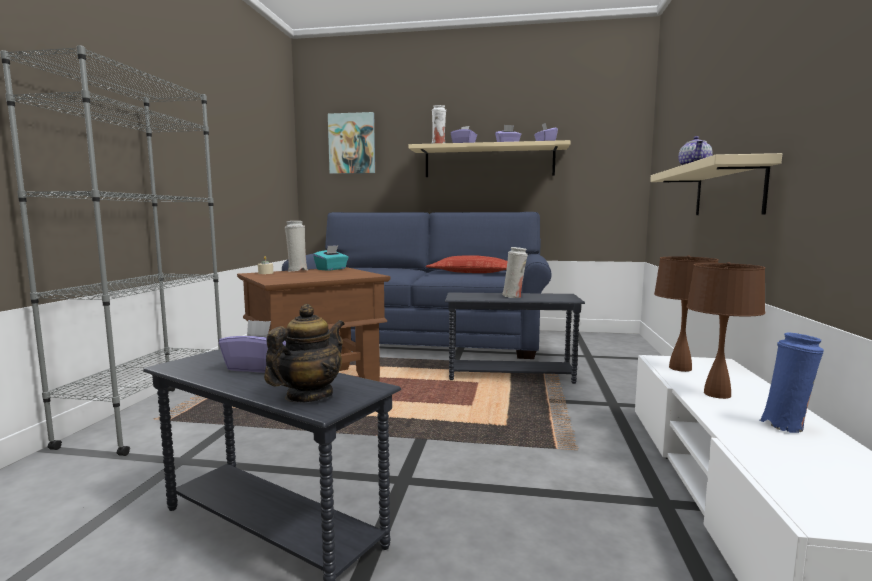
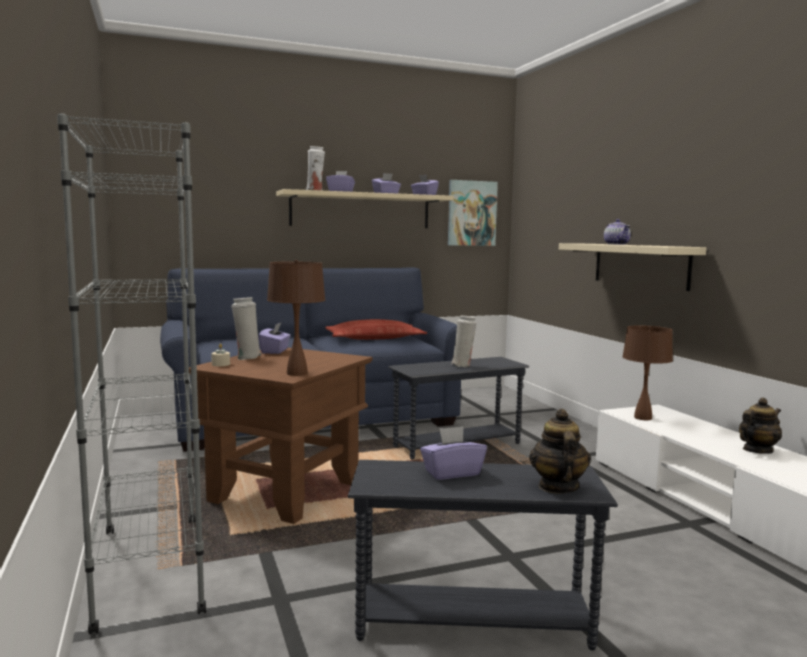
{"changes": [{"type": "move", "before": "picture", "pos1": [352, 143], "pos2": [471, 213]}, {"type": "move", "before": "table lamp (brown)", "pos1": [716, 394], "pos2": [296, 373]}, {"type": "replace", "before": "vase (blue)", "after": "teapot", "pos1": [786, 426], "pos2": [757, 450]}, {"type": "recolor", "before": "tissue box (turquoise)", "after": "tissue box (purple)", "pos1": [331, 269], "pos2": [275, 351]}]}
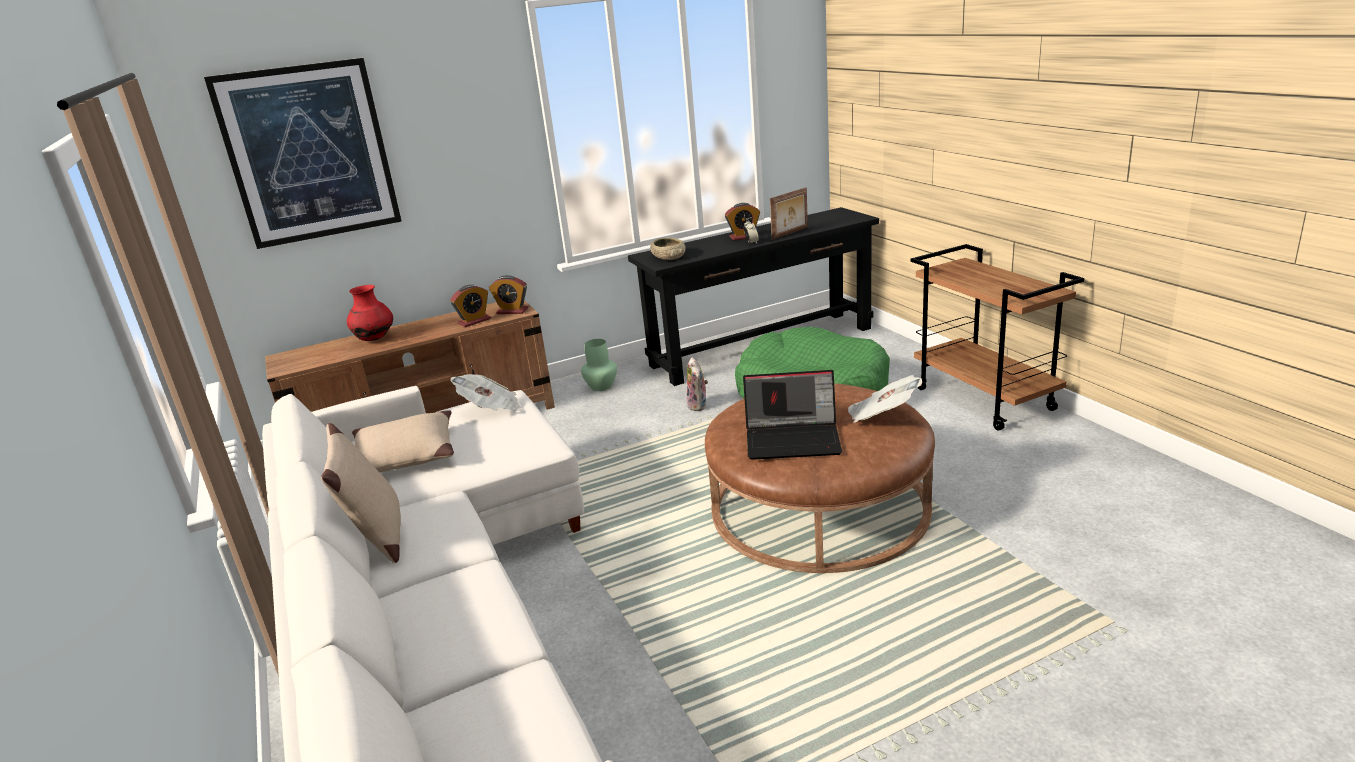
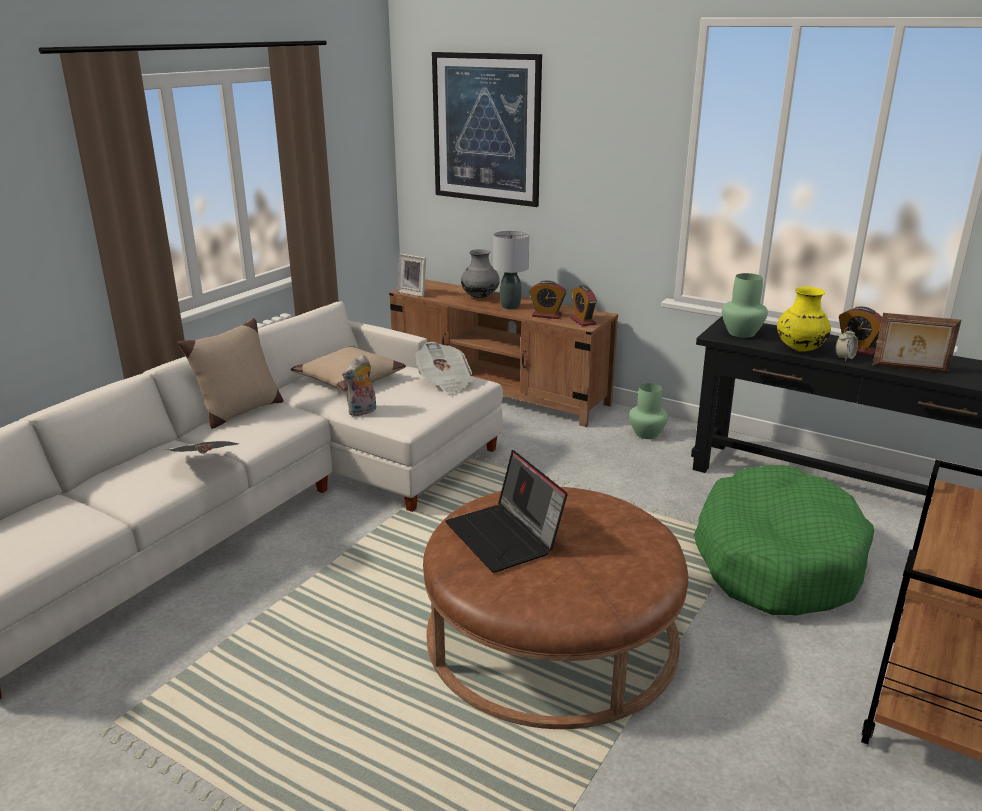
{"changes": [{"type": "insert", "after": "picture frame", "pos2": [414, 293]}, {"type": "insert", "after": "table lamp (grey)", "pos2": [510, 306]}, {"type": "insert", "after": "vase (yellow)", "pos2": [799, 349]}, {"type": "move", "before": "plush toy", "pos1": [699, 406], "pos2": [362, 412]}, {"type": "move", "before": "newspaper", "pos1": [882, 416], "pos2": [206, 463]}, {"type": "replace", "before": "bowl (beige)", "after": "vase (green)", "pos1": [669, 257], "pos2": [741, 333]}, {"type": "recolor", "before": "vase (red)", "after": "vase (grey)", "pos1": [375, 339], "pos2": [480, 297]}]}
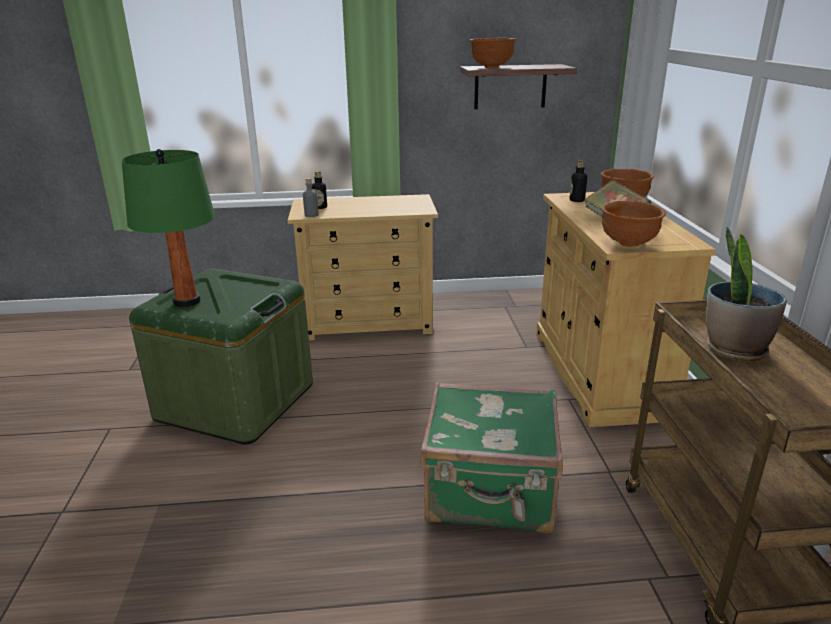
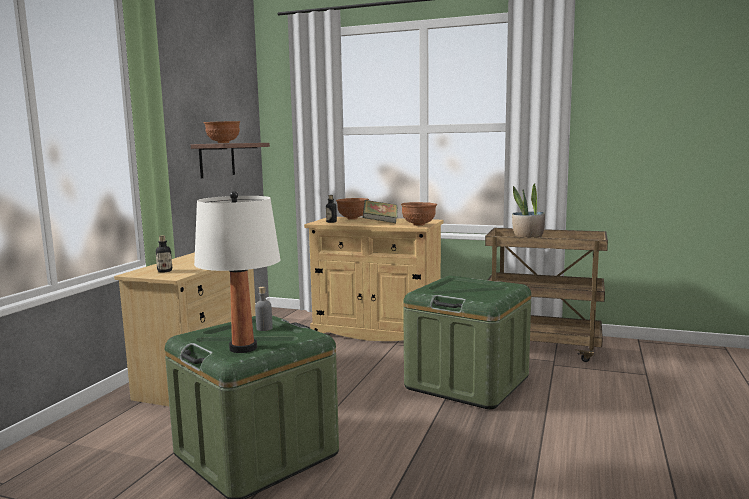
{"changes": [{"type": "move", "before": "bottle (grey)", "pos1": [311, 215], "pos2": [264, 328]}, {"type": "replace", "before": "suitcase (green)", "after": "storage box (green)", "pos1": [490, 493], "pos2": [467, 382]}, {"type": "recolor", "before": "table lamp (green)", "after": "table lamp (white)", "pos1": [187, 301], "pos2": [243, 348]}]}
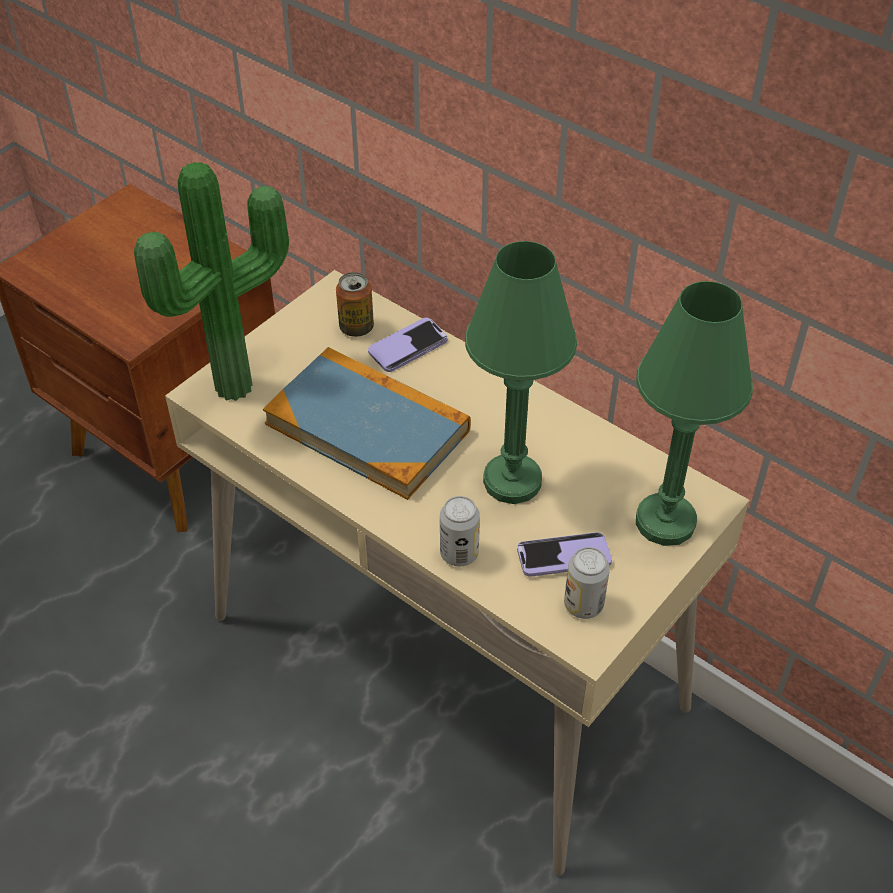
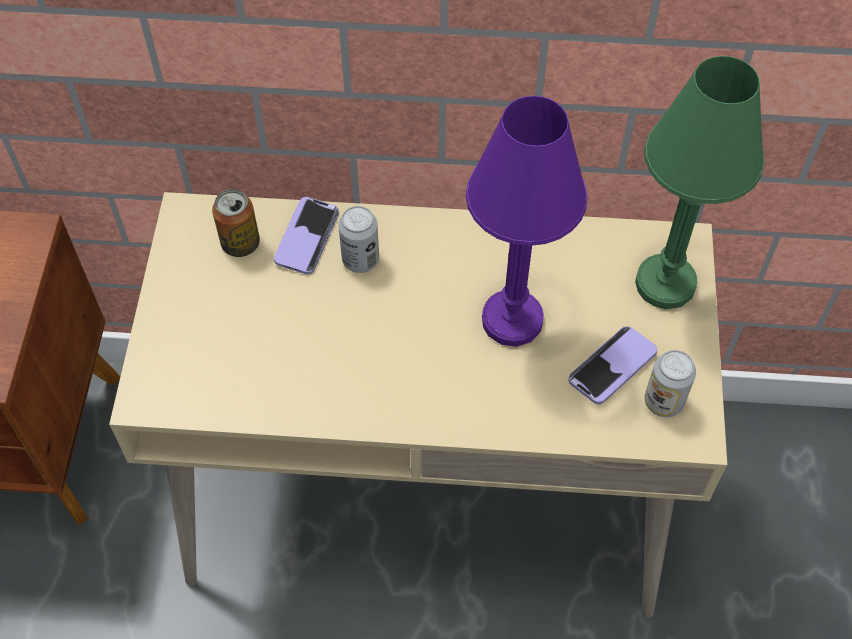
{"changes": [{"type": "delete", "before": "potted plant", "pos1": [239, 390]}, {"type": "delete", "before": "book", "pos1": [367, 427]}, {"type": "move", "before": "can", "pos1": [459, 553], "pos2": [360, 260]}, {"type": "recolor", "before": "table lamp (green)", "after": "table lamp (purple)", "pos1": [512, 481], "pos2": [512, 320]}]}
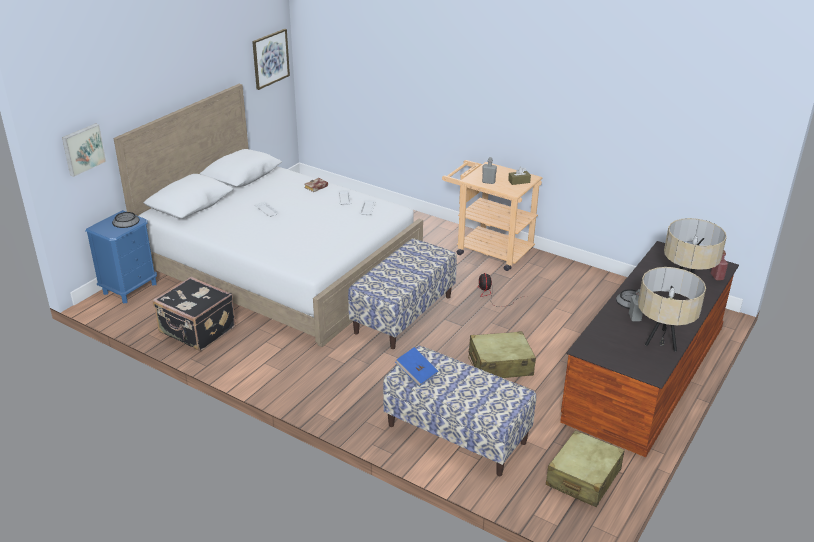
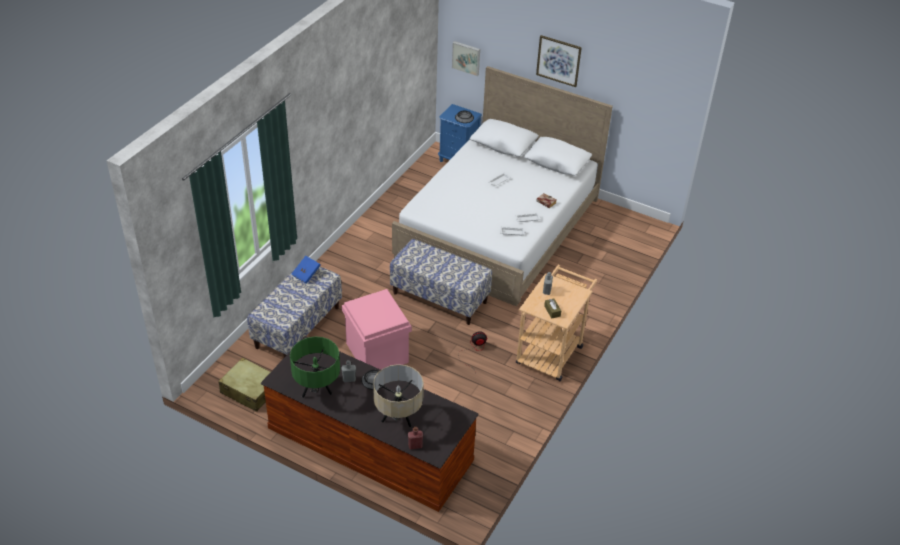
{"changes": [{"type": "delete", "before": "suitcase (black)", "pos1": [197, 331]}, {"type": "move", "before": "picture", "pos1": [270, 58], "pos2": [558, 60]}, {"type": "replace", "before": "suitcase (beige)", "after": "storage box (pink)", "pos1": [500, 364], "pos2": [376, 352]}, {"type": "recolor", "before": "table lamp (beige)", "after": "table lamp (green)", "pos1": [662, 340], "pos2": [317, 391]}]}
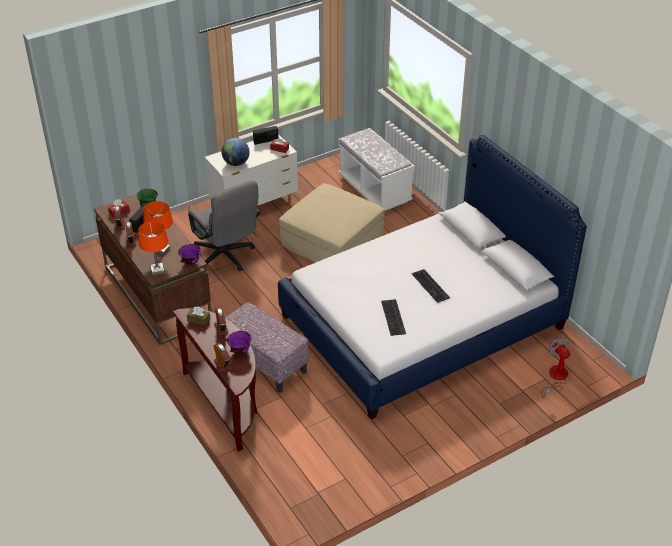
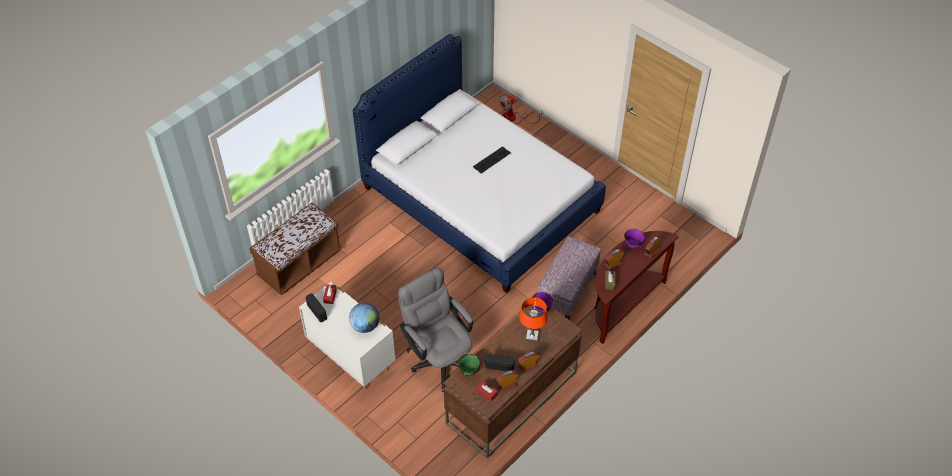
{"changes": [{"type": "delete", "before": "table lamp (orange)", "pos1": [157, 270]}, {"type": "delete", "before": "ottoman (beige)", "pos1": [332, 240]}, {"type": "delete", "before": "keyboard", "pos1": [394, 317]}, {"type": "recolor", "before": "bench (white)", "after": "bench (brown)", "pos1": [374, 190], "pos2": [299, 264]}, {"type": "rotate", "before": "office chair (grey)", "pos1": [226, 257], "pos2": [439, 358], "turn": -75}]}
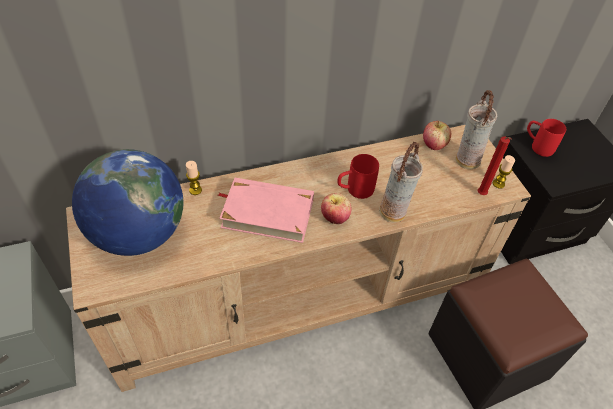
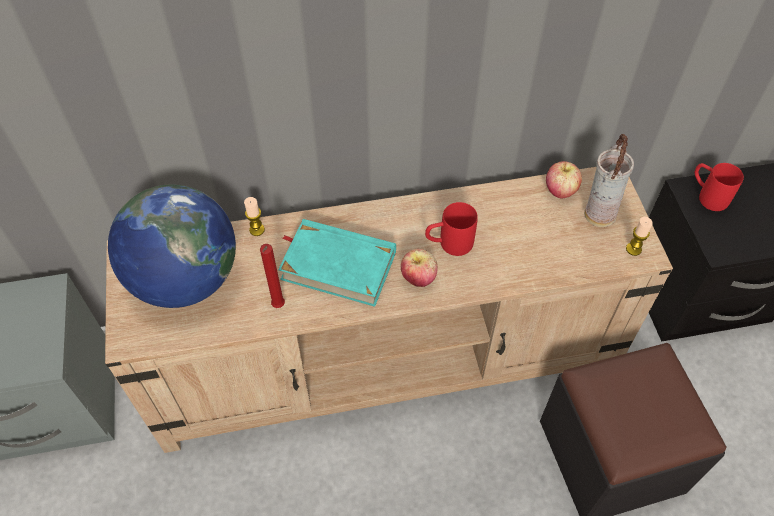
{"changes": [{"type": "delete", "before": "vase", "pos1": [394, 213]}, {"type": "move", "before": "candle (red)", "pos1": [481, 195], "pos2": [278, 307]}, {"type": "recolor", "before": "book (pink)", "after": "book (turquoise)", "pos1": [267, 213], "pos2": [338, 265]}]}
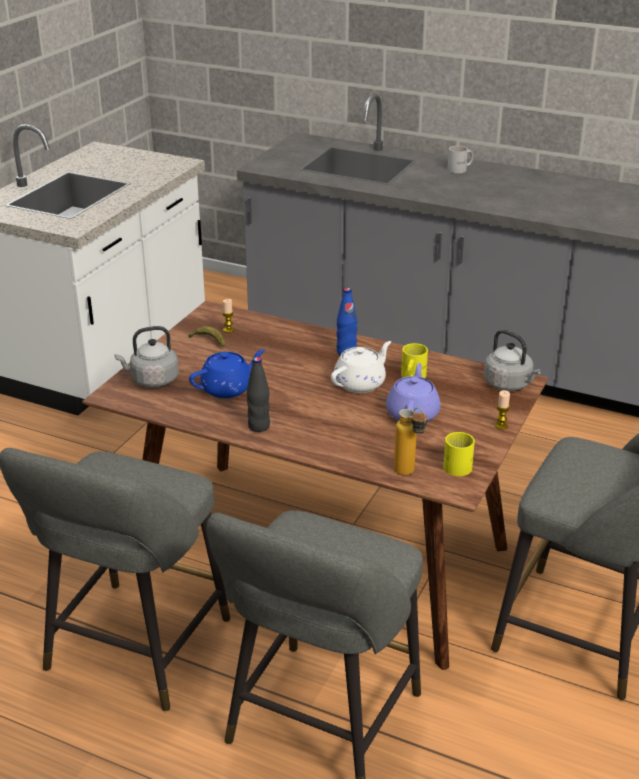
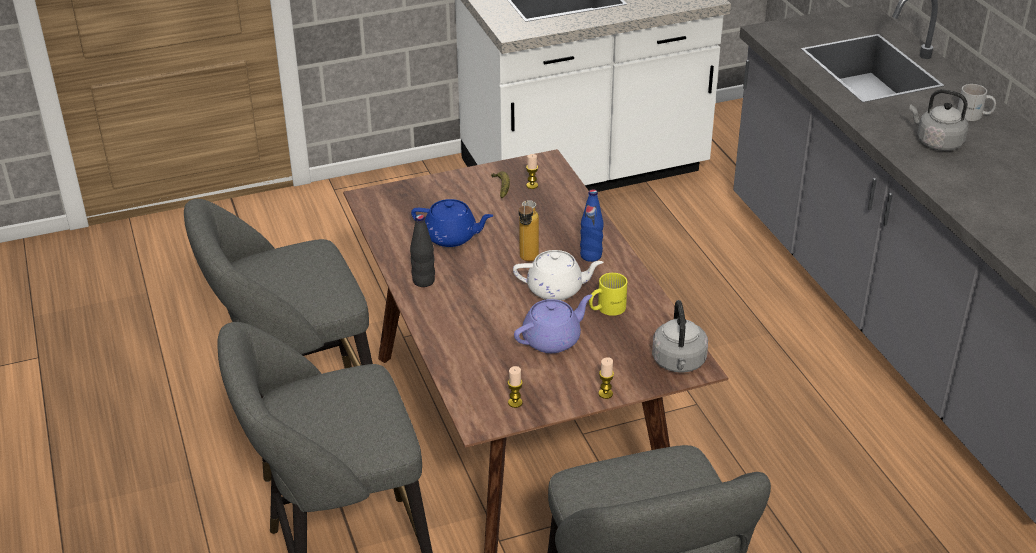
{"changes": [{"type": "move", "before": "kettle (grey)", "pos1": [152, 380], "pos2": [936, 142]}, {"type": "move", "before": "bottle", "pos1": [409, 474], "pos2": [527, 261]}, {"type": "replace", "before": "mug (yellow)", "after": "candle", "pos1": [458, 464], "pos2": [515, 402]}]}
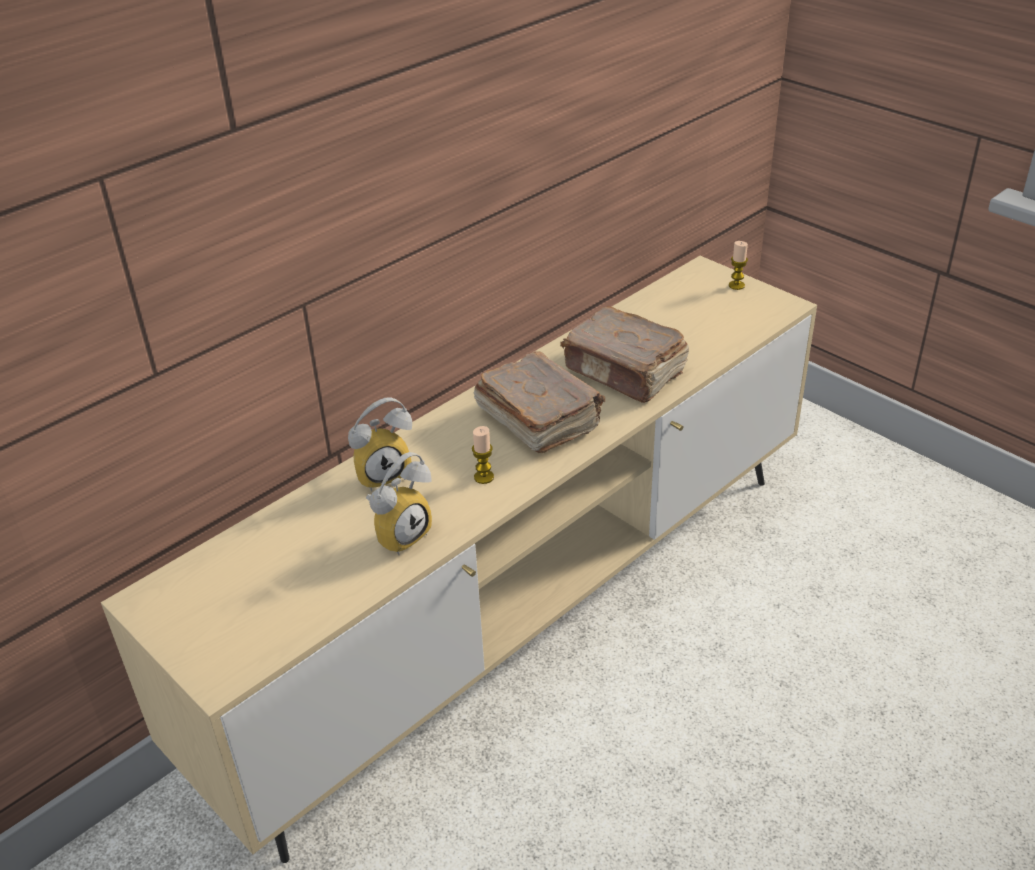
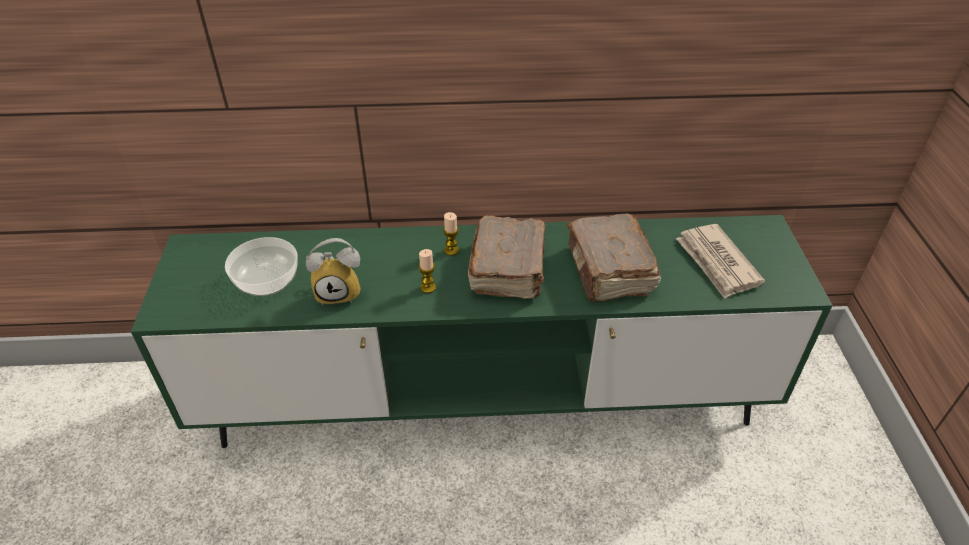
{"changes": [{"type": "delete", "before": "alarm clock", "pos1": [383, 473]}, {"type": "insert", "after": "bowl", "pos2": [266, 279]}, {"type": "insert", "after": "newspaper", "pos2": [717, 263]}, {"type": "move", "before": "candle", "pos1": [736, 285], "pos2": [451, 250]}, {"type": "recolor", "before": "tv stand (beige)", "after": "tv stand (green)", "pos1": [522, 616], "pos2": [484, 401]}]}
